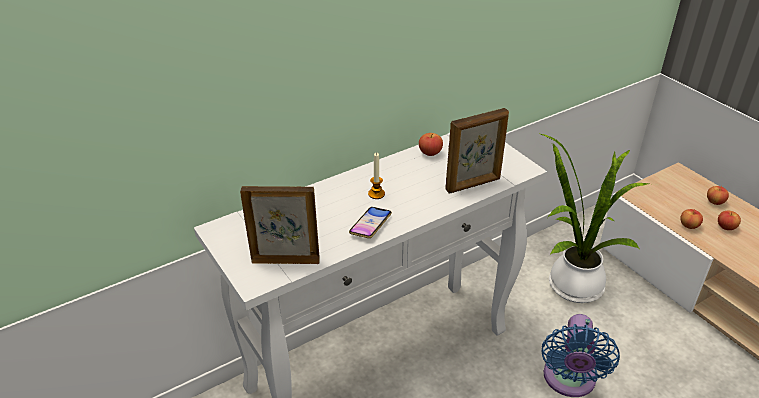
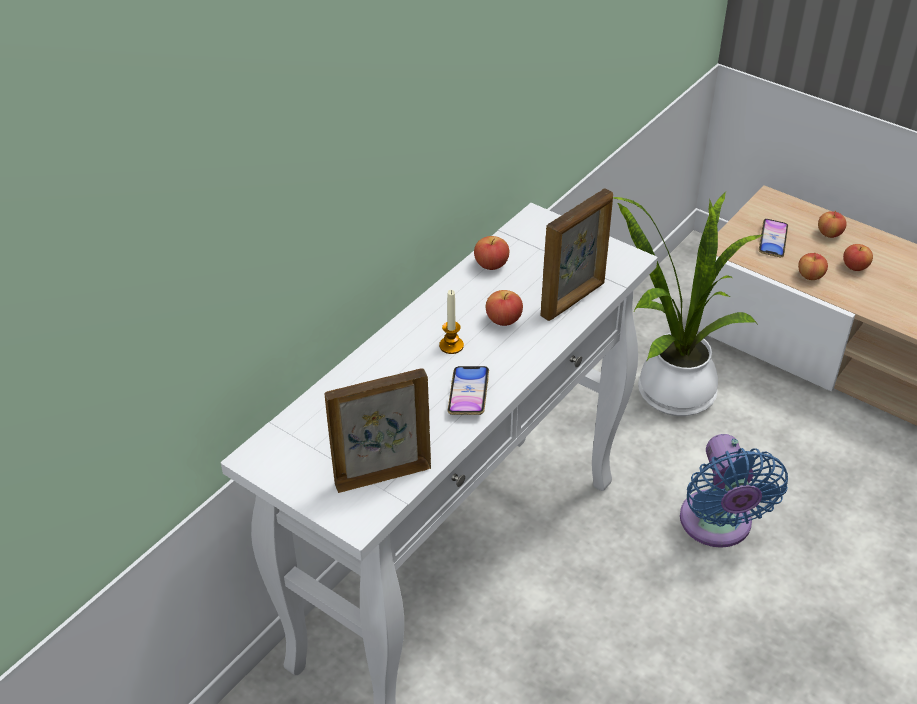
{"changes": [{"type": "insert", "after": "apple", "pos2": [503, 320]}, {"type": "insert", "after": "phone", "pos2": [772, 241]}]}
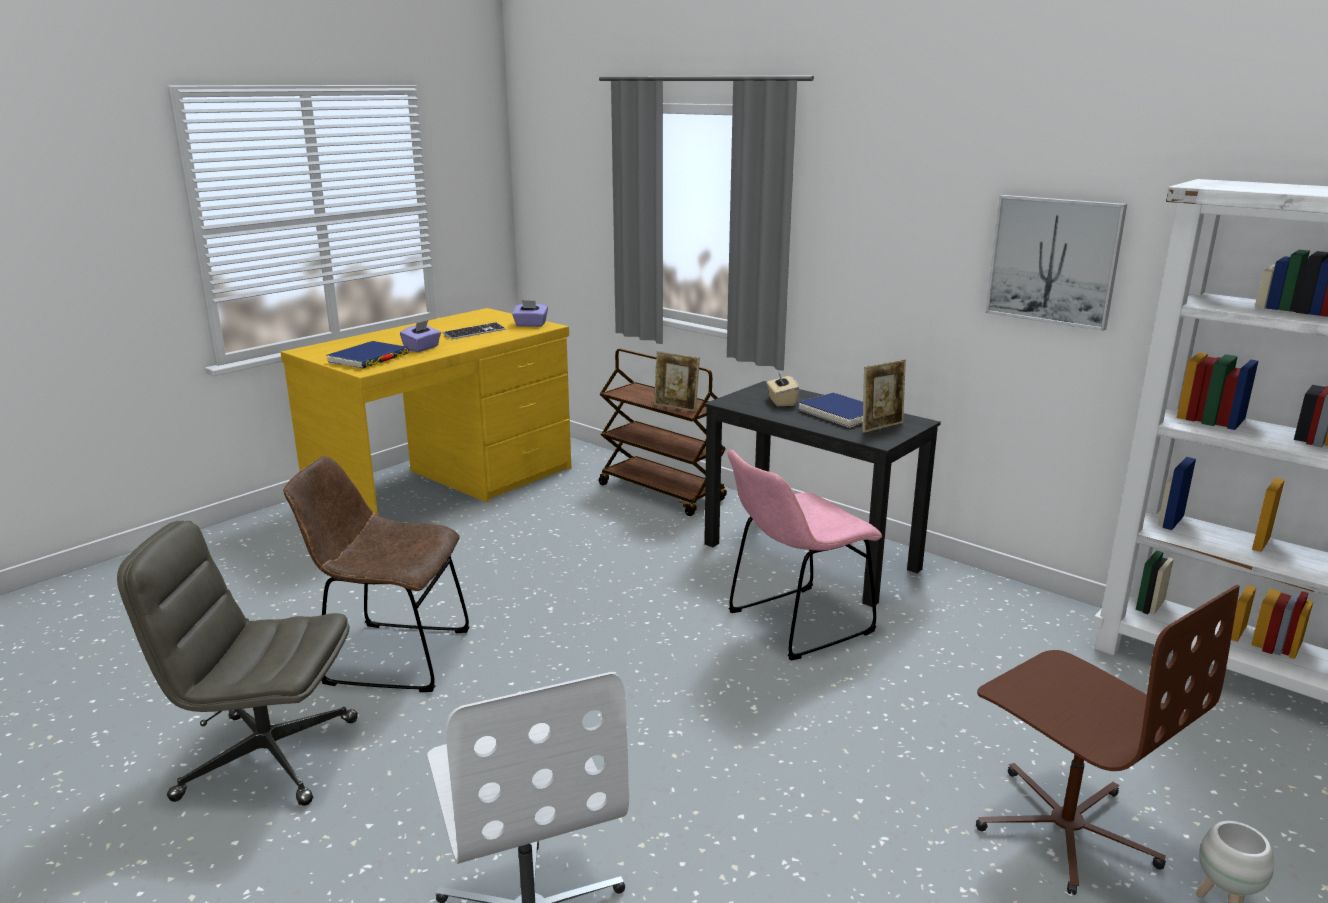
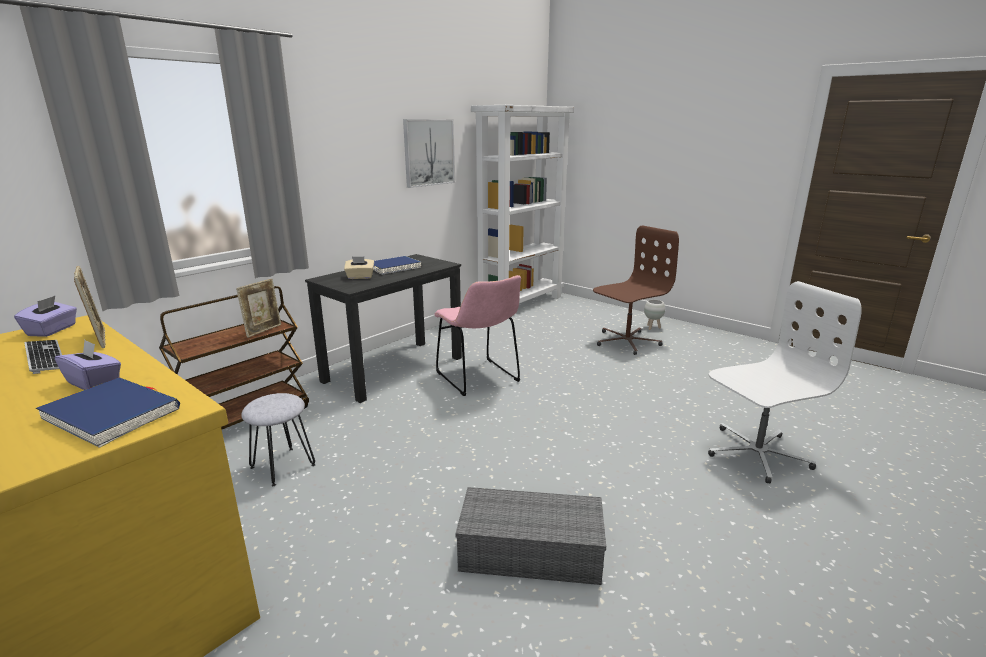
{"changes": [{"type": "delete", "before": "office chair (grey)", "pos1": [266, 759]}, {"type": "insert", "after": "stool (grey)", "pos2": [283, 466]}, {"type": "move", "before": "picture frame", "pos1": [881, 427], "pos2": [100, 339]}, {"type": "replace", "before": "chair (brown)", "after": "storage box (grey)", "pos1": [390, 656], "pos2": [528, 552]}]}
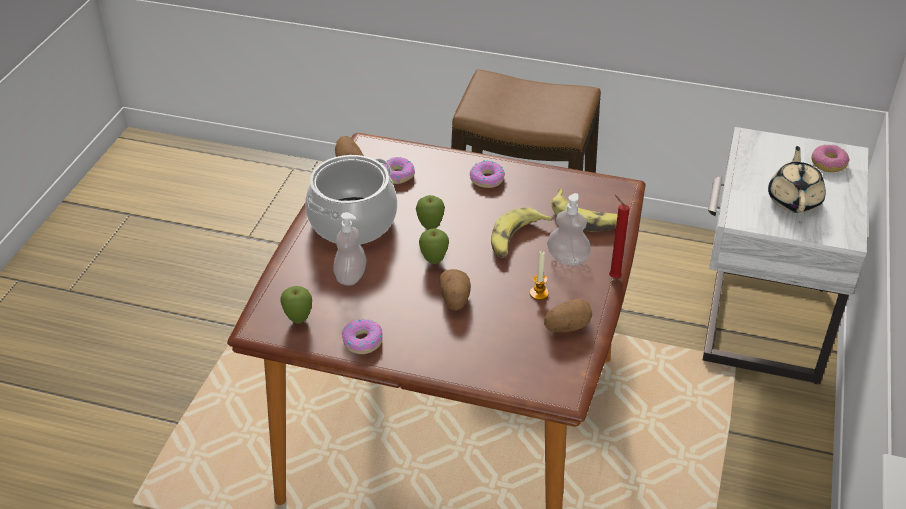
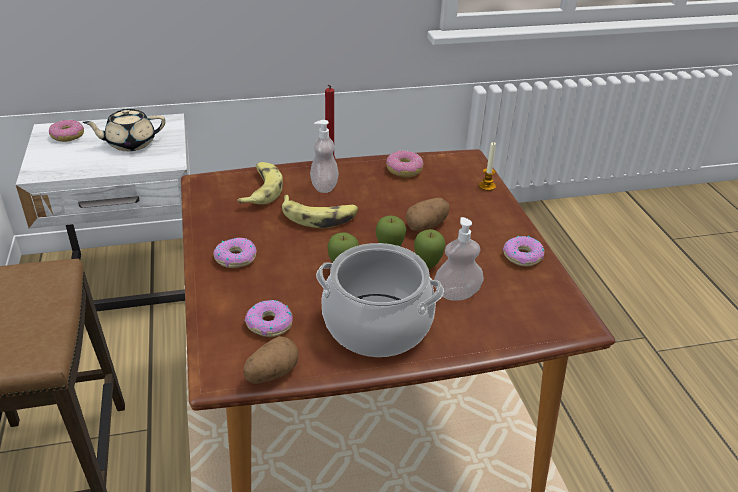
{"changes": [{"type": "move", "before": "apple", "pos1": [298, 320], "pos2": [427, 266]}, {"type": "move", "before": "candle", "pos1": [539, 293], "pos2": [487, 186]}, {"type": "replace", "before": "potato", "after": "donut", "pos1": [567, 327], "pos2": [404, 170]}]}
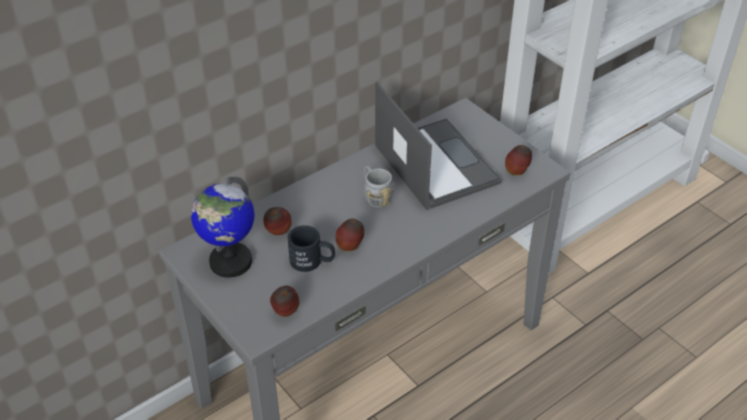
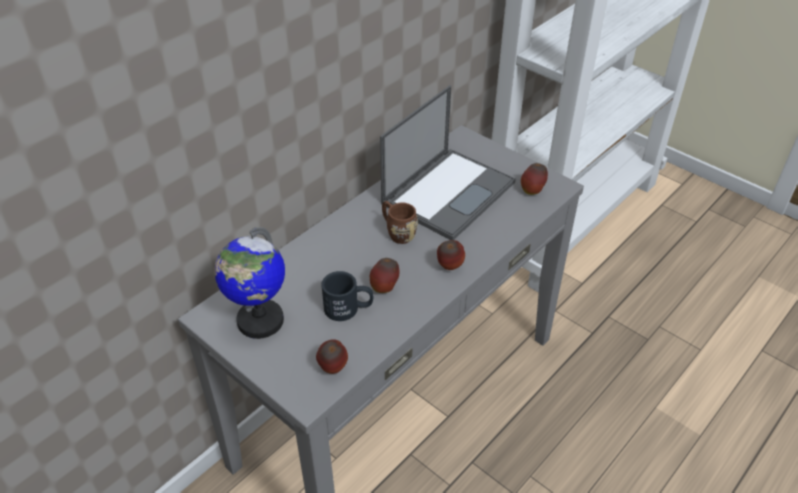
{"changes": [{"type": "move", "before": "apple", "pos1": [278, 232], "pos2": [449, 267]}, {"type": "recolor", "before": "mug (grey)", "after": "mug (brown)", "pos1": [375, 196], "pos2": [397, 232]}, {"type": "rotate", "before": "laptop", "pos1": [435, 163], "pos2": [449, 192], "turn": 75}]}
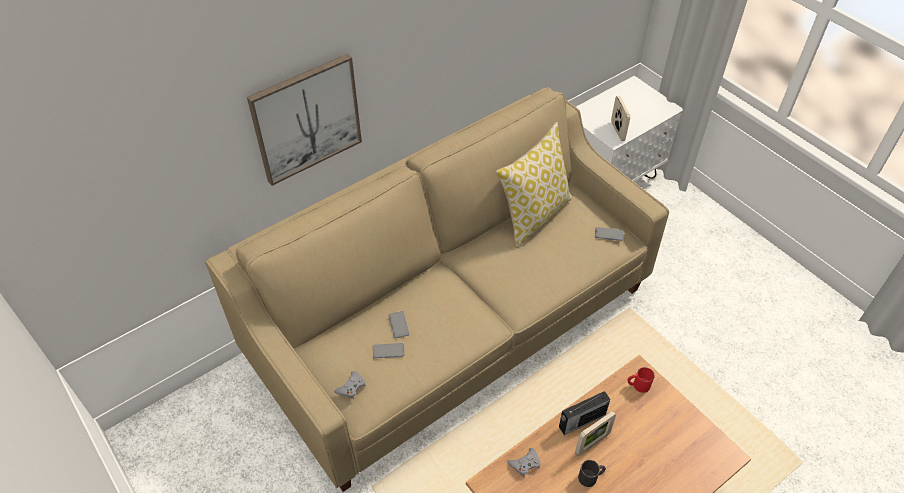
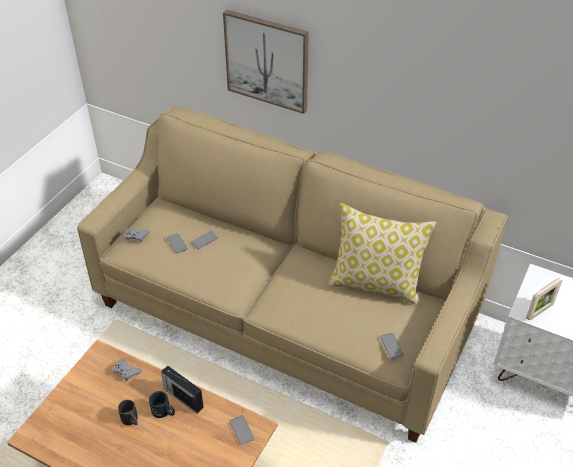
{"changes": [{"type": "replace", "before": "picture frame", "after": "mug (black)", "pos1": [592, 443], "pos2": [164, 412]}, {"type": "replace", "before": "mug (red)", "after": "phone", "pos1": [638, 385], "pos2": [241, 430]}]}
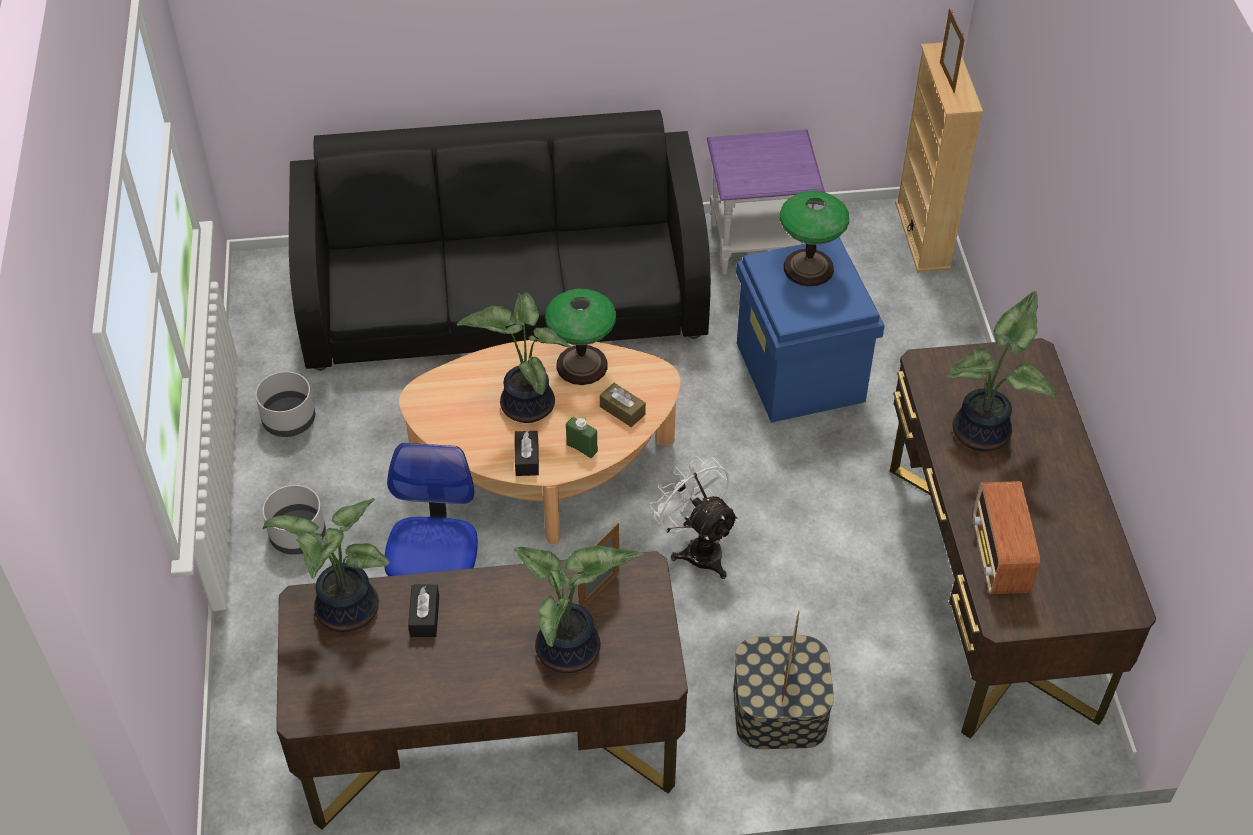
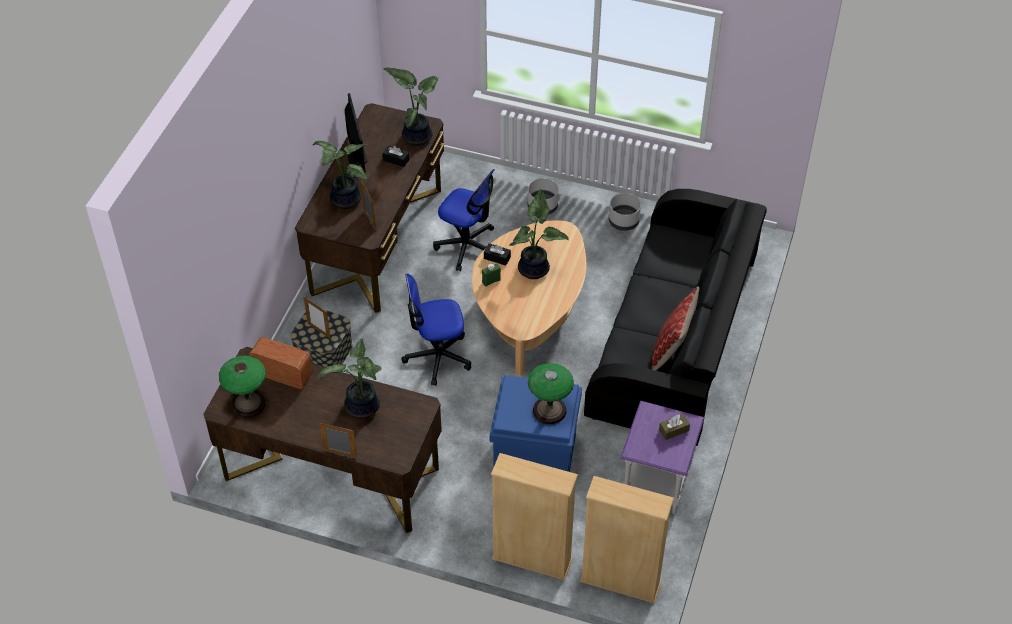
{"changes": [{"type": "insert", "after": "monitor", "pos2": [356, 155]}, {"type": "insert", "after": "bookcase (beige)", "pos2": [532, 559]}, {"type": "insert", "after": "pillow", "pos2": [671, 351]}, {"type": "move", "before": "table lamp", "pos1": [582, 365], "pos2": [248, 404]}, {"type": "move", "before": "tissue box (brown)", "pos1": [622, 410], "pos2": [673, 430]}, {"type": "move", "before": "picture frame", "pos1": [947, 77], "pos2": [340, 454]}, {"type": "replace", "before": "fan (white)", "after": "office chair", "pos1": [697, 548], "pos2": [437, 356]}]}
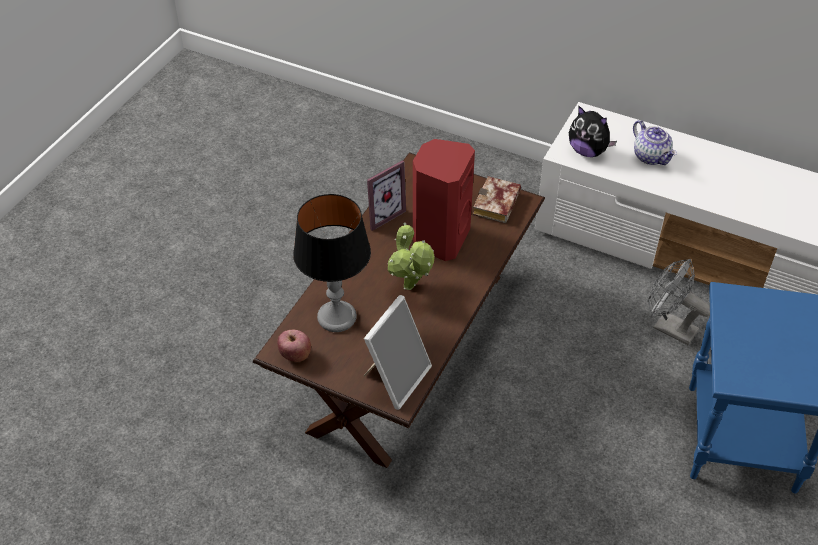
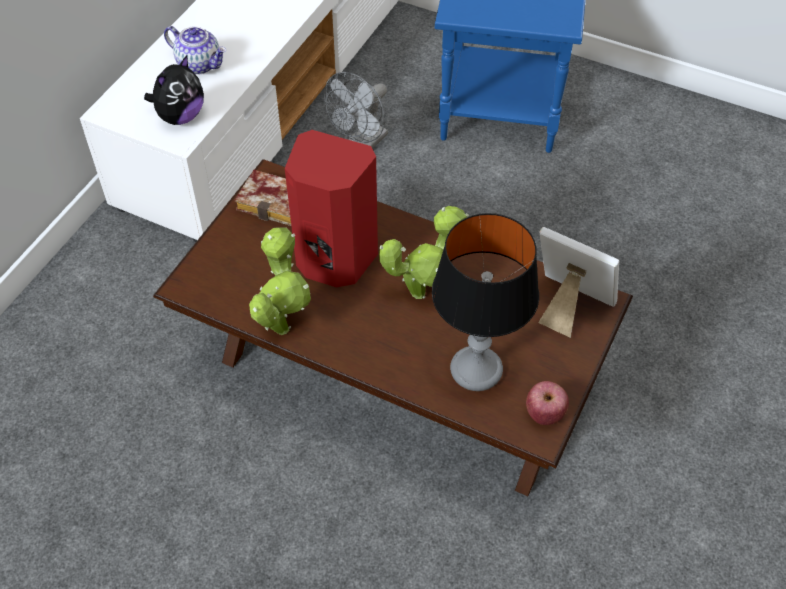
{"changes": [{"type": "replace", "before": "picture frame", "after": "potted plant", "pos1": [381, 214], "pos2": [282, 324]}, {"type": "rotate", "before": "teapot", "pos1": [651, 157], "pos2": [200, 64], "turn": 60}]}
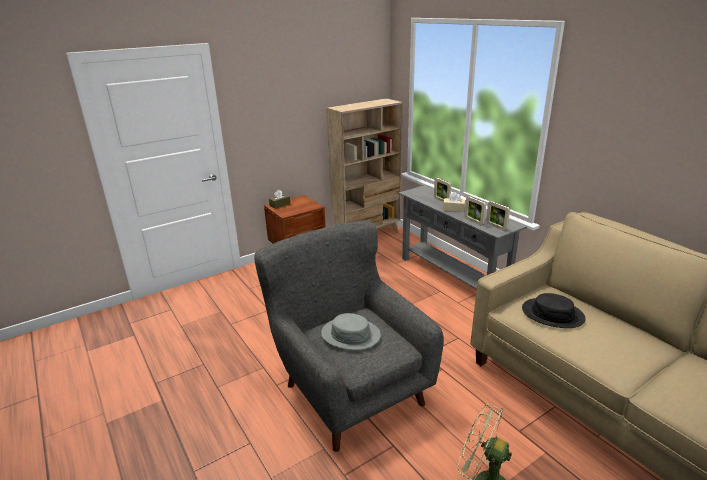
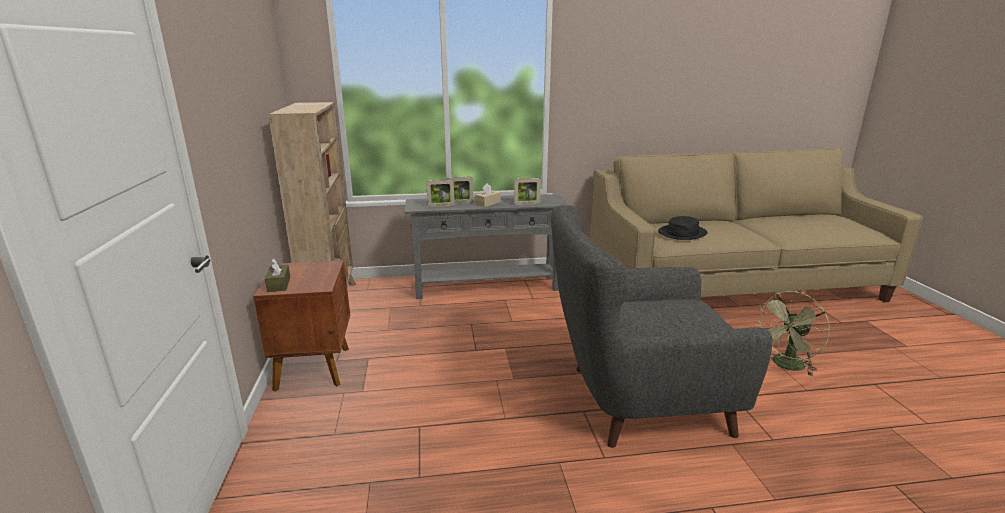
{"changes": [{"type": "delete", "before": "hat (grey)", "pos1": [351, 334]}, {"type": "move", "before": "picture frame", "pos1": [496, 227], "pos2": [441, 206]}]}
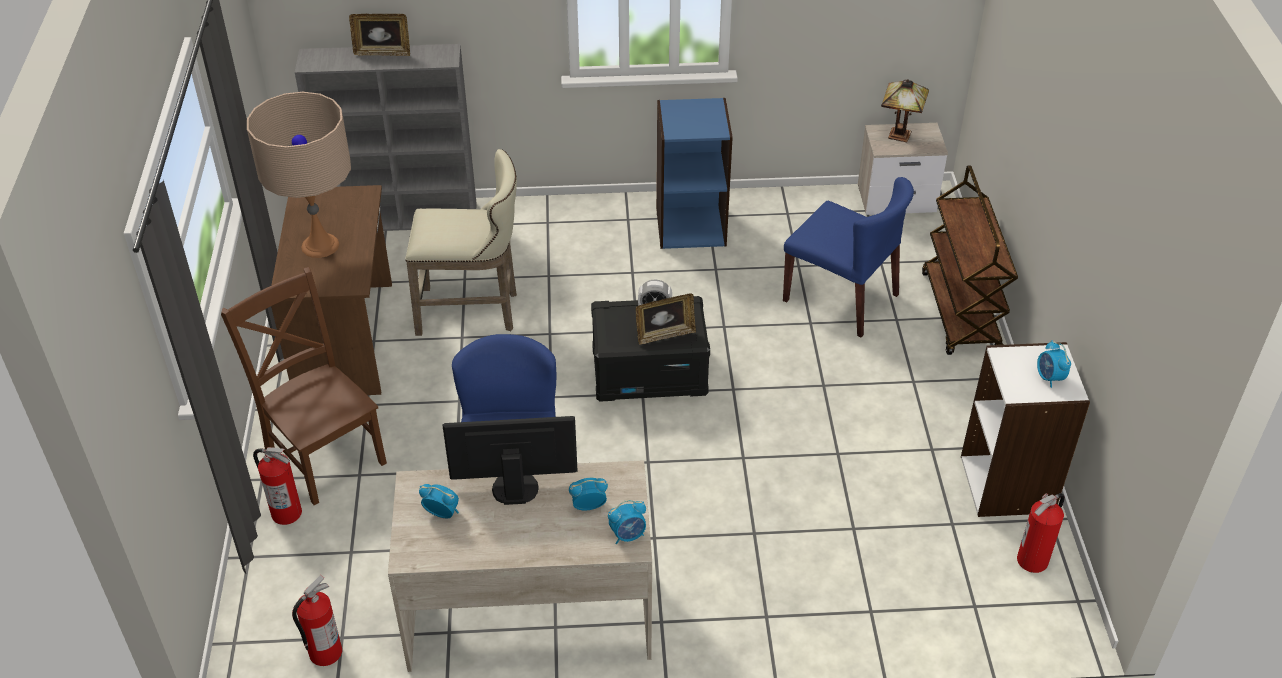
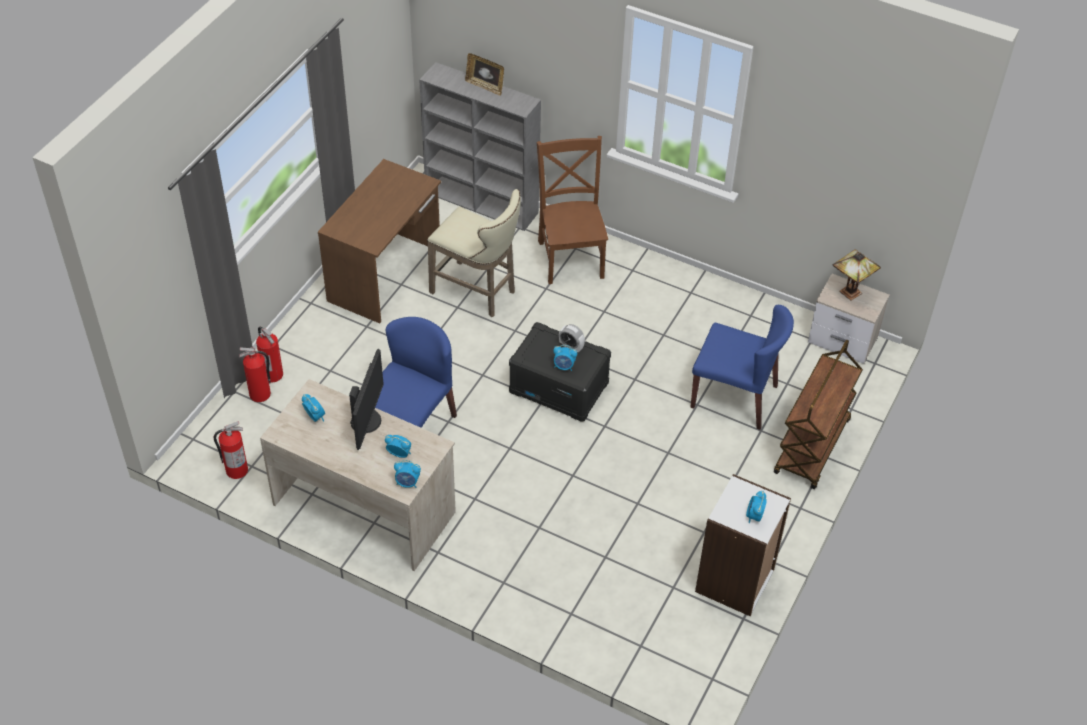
{"changes": [{"type": "delete", "before": "table lamp (beige)", "pos1": [320, 245]}, {"type": "delete", "before": "bookcase (blue)", "pos1": [691, 226]}, {"type": "move", "before": "chair (brown)", "pos1": [324, 453], "pos2": [571, 257]}, {"type": "move", "before": "fire extinguisher", "pos1": [1033, 561], "pos2": [260, 394]}, {"type": "replace", "before": "picture frame", "after": "alarm clock", "pos1": [665, 334], "pos2": [564, 366]}, {"type": "rotate", "before": "monitor", "pos1": [515, 486], "pos2": [367, 421], "turn": 75}, {"type": "rotate", "before": "chair (blue)", "pos1": [841, 298], "pos2": [735, 396], "turn": -45}]}
